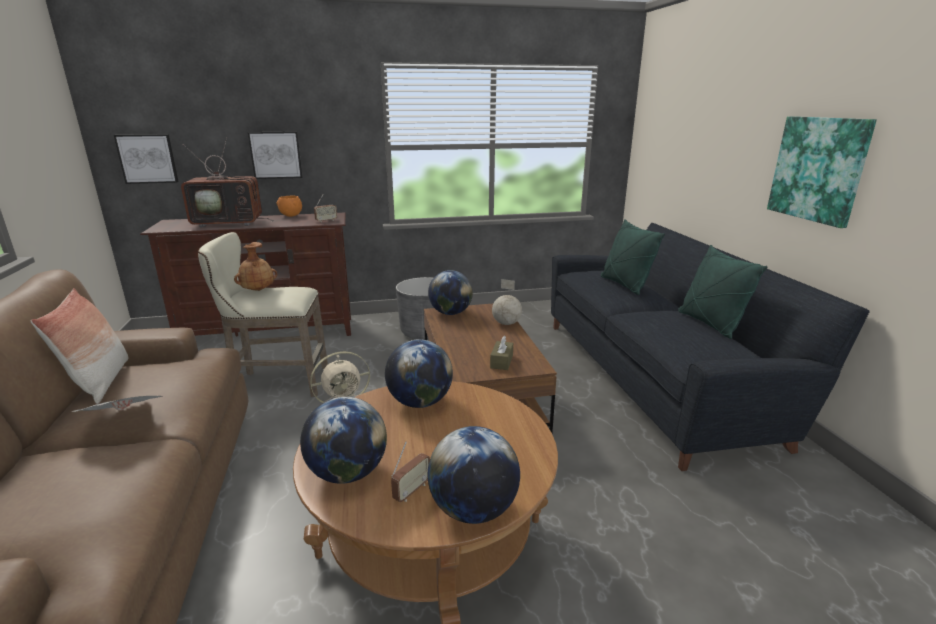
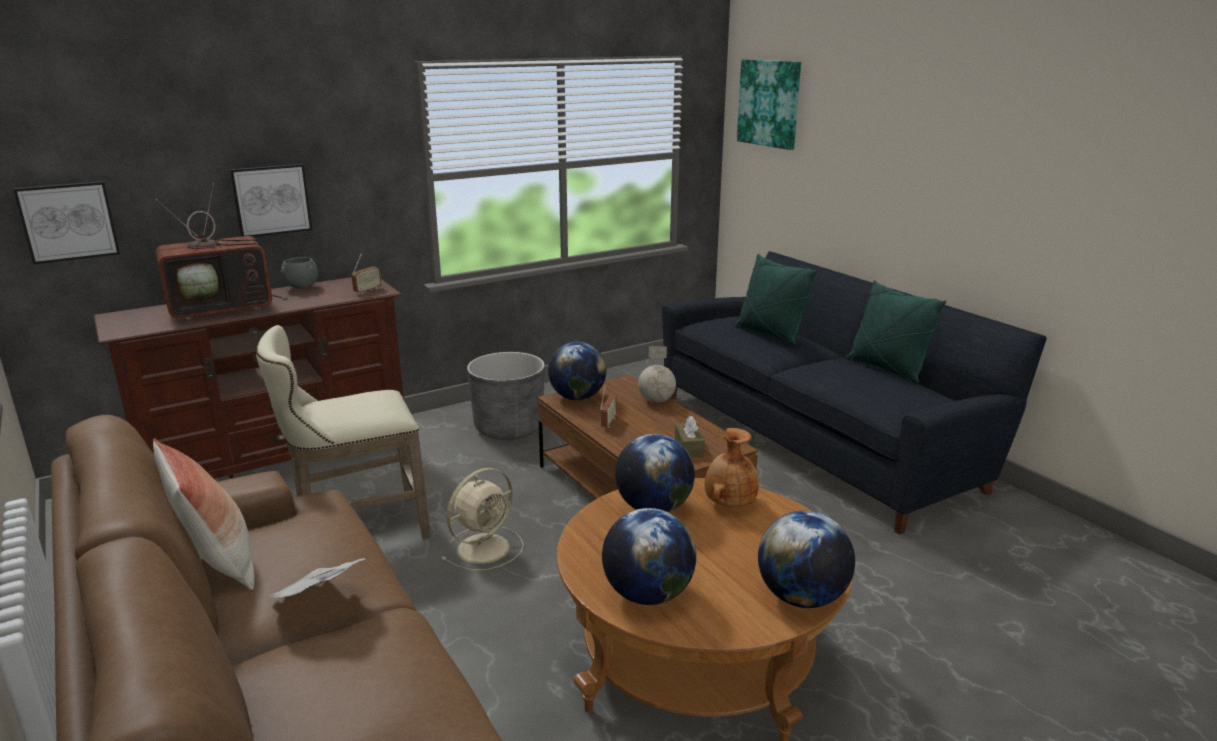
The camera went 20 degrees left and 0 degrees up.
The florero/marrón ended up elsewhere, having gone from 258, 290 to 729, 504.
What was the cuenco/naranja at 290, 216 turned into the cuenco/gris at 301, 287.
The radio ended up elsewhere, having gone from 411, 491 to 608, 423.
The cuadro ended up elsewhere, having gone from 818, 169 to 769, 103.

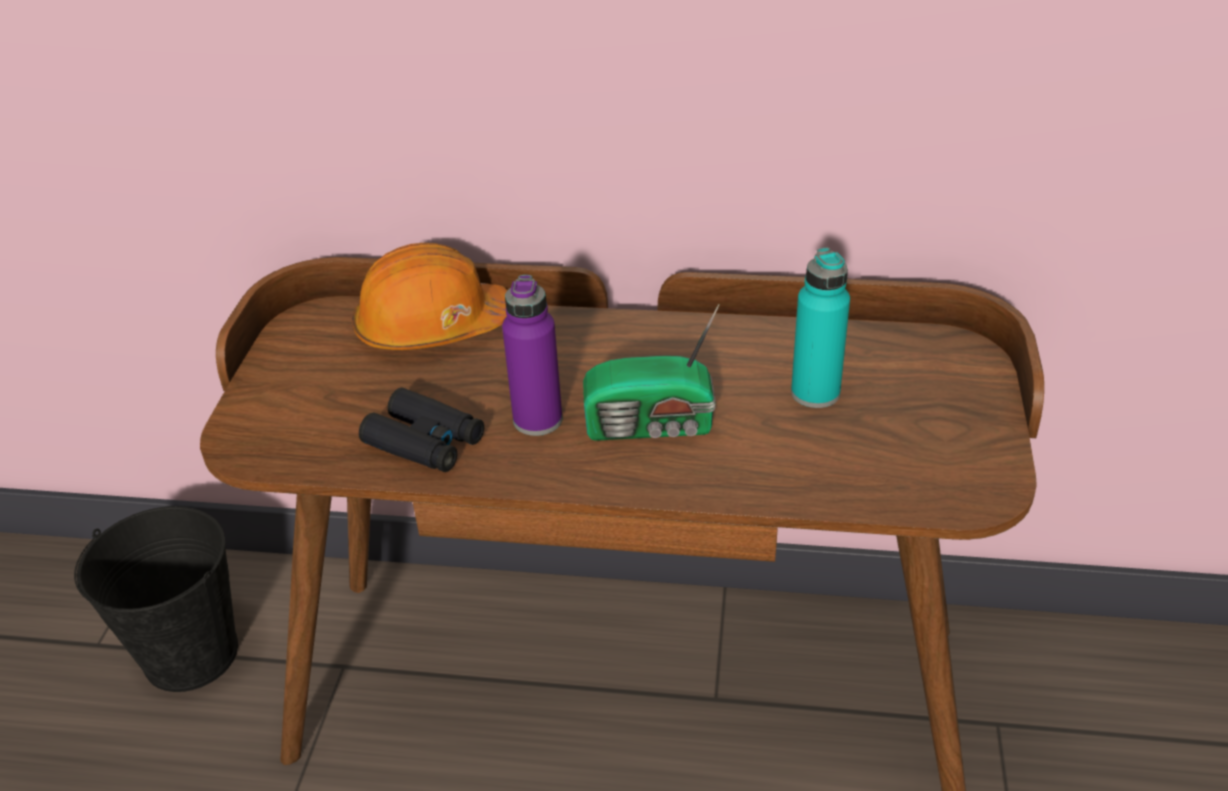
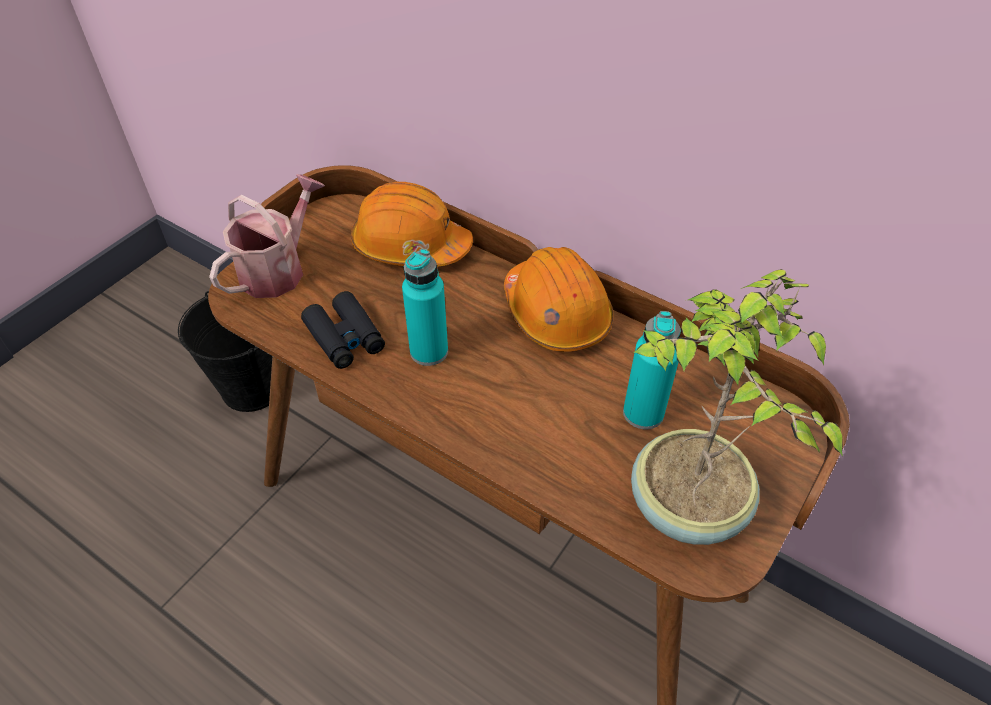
The camera went 25 degrees right and 10 degrees up.
What was the botella/morado at 537, 420 turned into the botella/turquesa at 429, 351.
The second view lost the radio at 653, 426.
The second view gained the regadera at 278, 269.
The second view gained the casco/naranja at 556, 314.
The second view gained the planta en maceta at 685, 508.

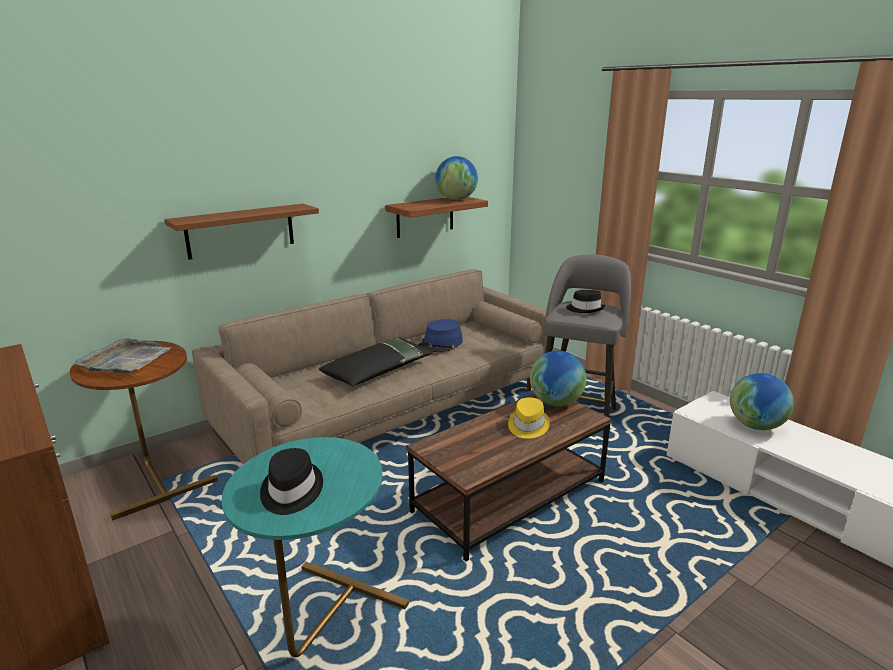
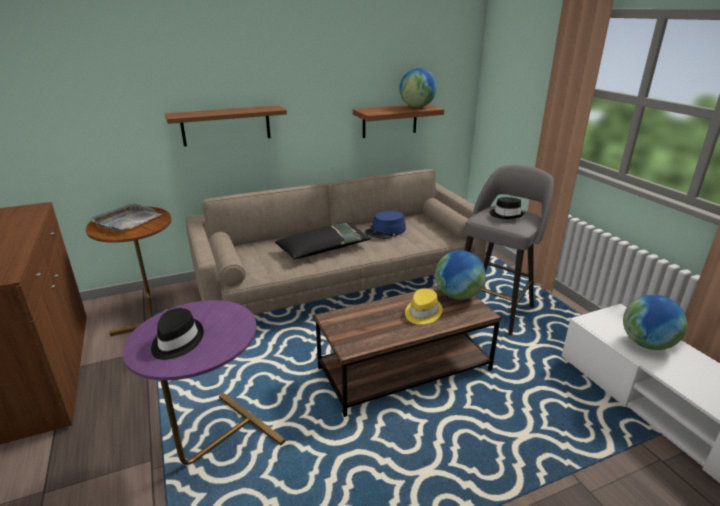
The camera went 15 degrees right and 5 degrees up.
What was the mesa auxiliar/turquesa at 321, 626 turned into the mesa auxiliar/morado at 215, 445.

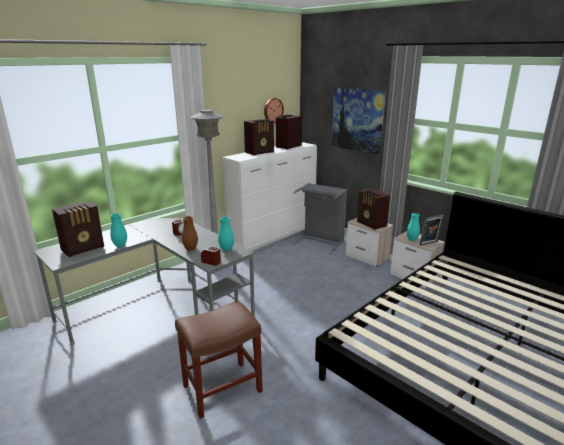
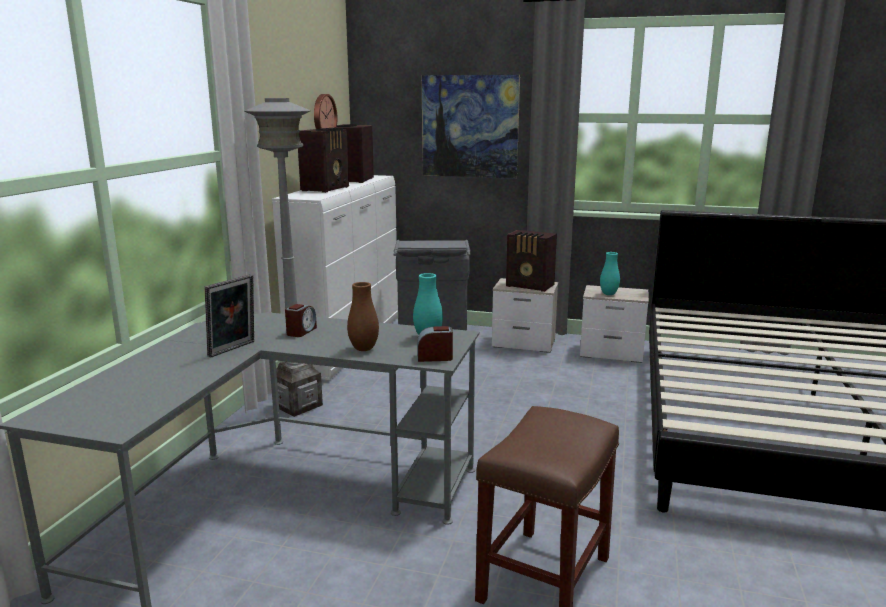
The camera went 30 degrees left and 5 degrees down.
The second view lost the radio at 84, 248.
The second view lost the florero/turquesa at 120, 245.
The portarretratos ended up elsewhere, having gone from 429, 244 to 234, 349.

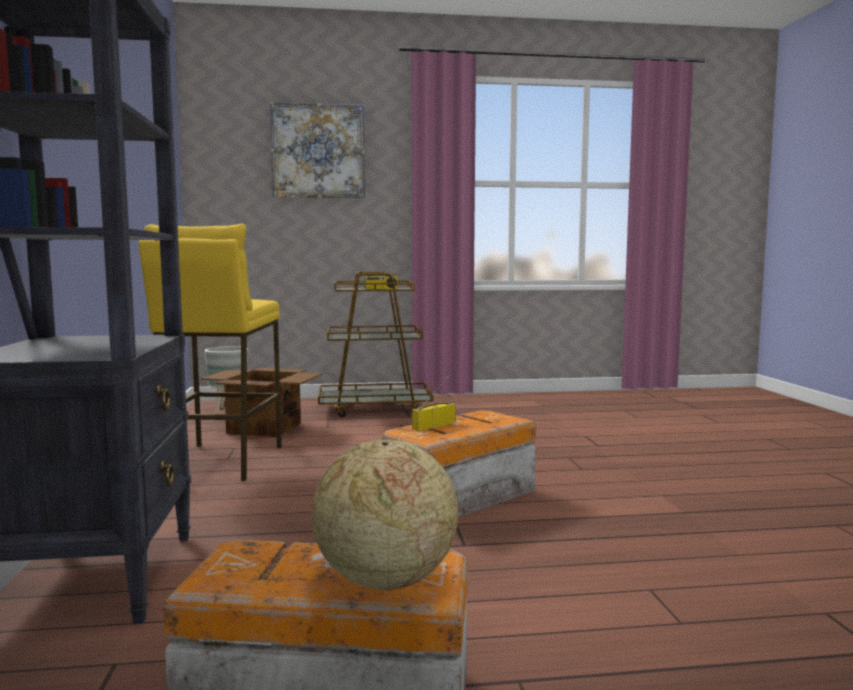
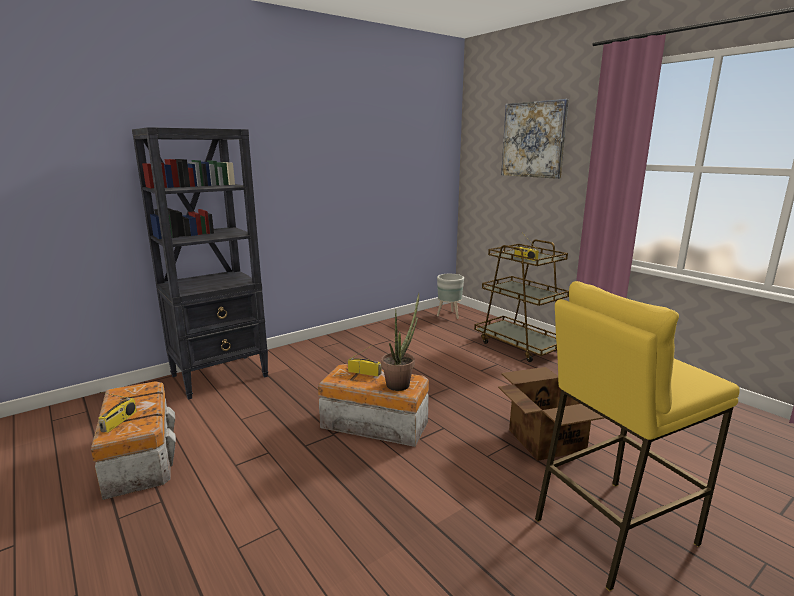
The camera went 60 degrees right and 10 degrees up.
The taburete/amarillo ended up elsewhere, having gone from 219, 462 to 612, 530.
The caja de cartón ended up elsewhere, having gone from 263, 428 to 546, 439.
Where the globo terráqueo stood at 385, 581, the radio came to stand at 119, 422.
The second view gained the planta en maceta at 400, 383.

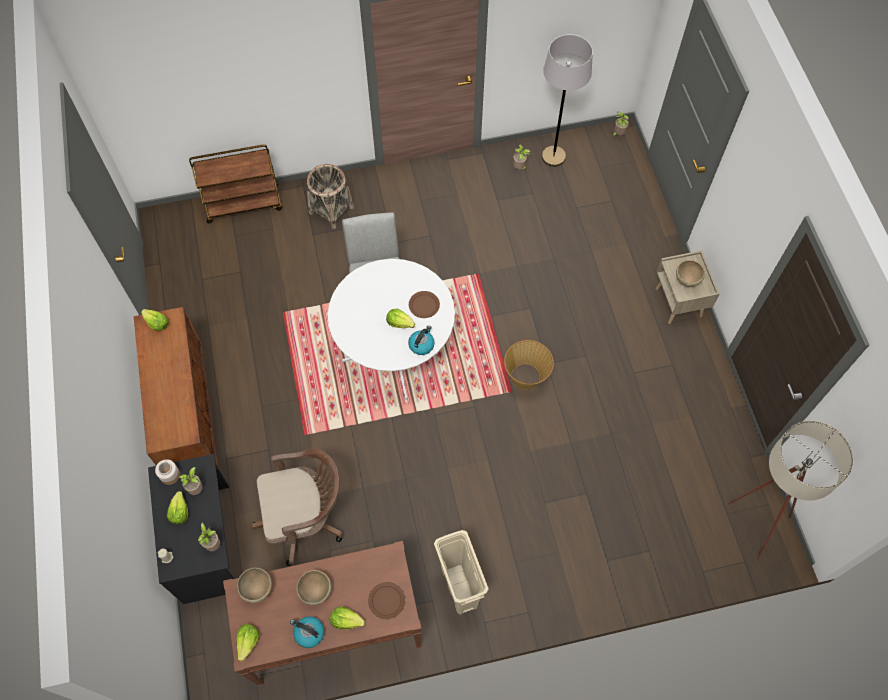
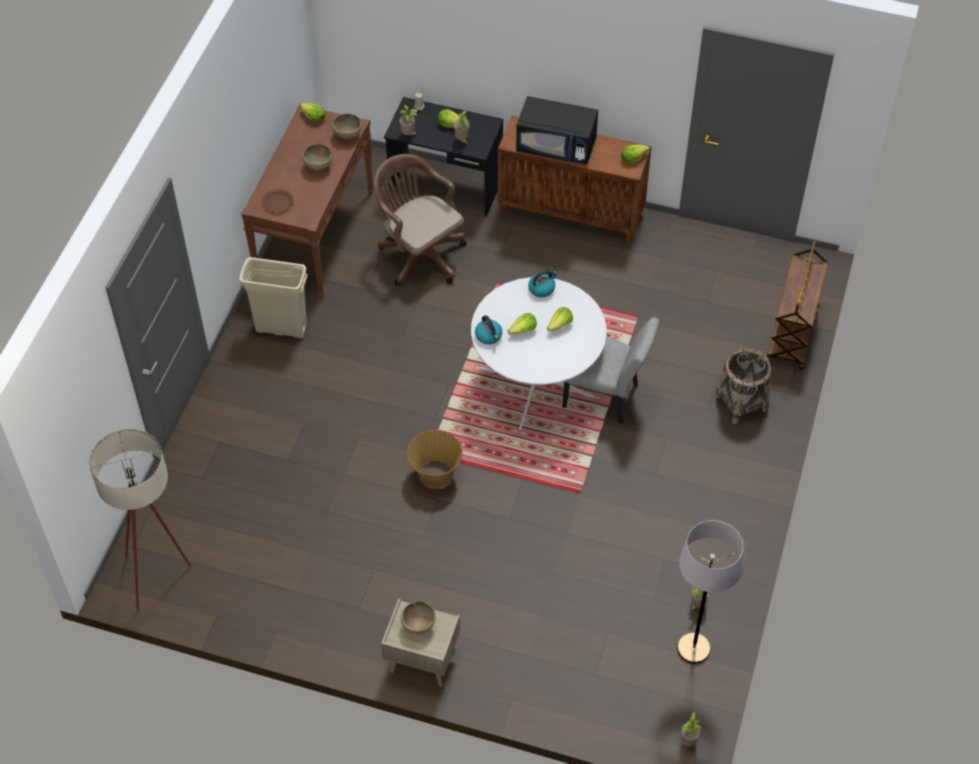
The camera went 120 degrees right and 10 degrees down.
The second view lost the tarro at 169, 475.
The silla de oficina/marrón at 305, 518 ended up facing another way, 120 degrees clockwise from before.
The hervidor ended up elsewhere, having gone from 309, 633 to 542, 288.
The lechuga ended up elsewhere, having gone from 346, 620 to 560, 325.
The second view lost the plato/marrón at 424, 305.
The second view gained the microondas/negro at 557, 146.

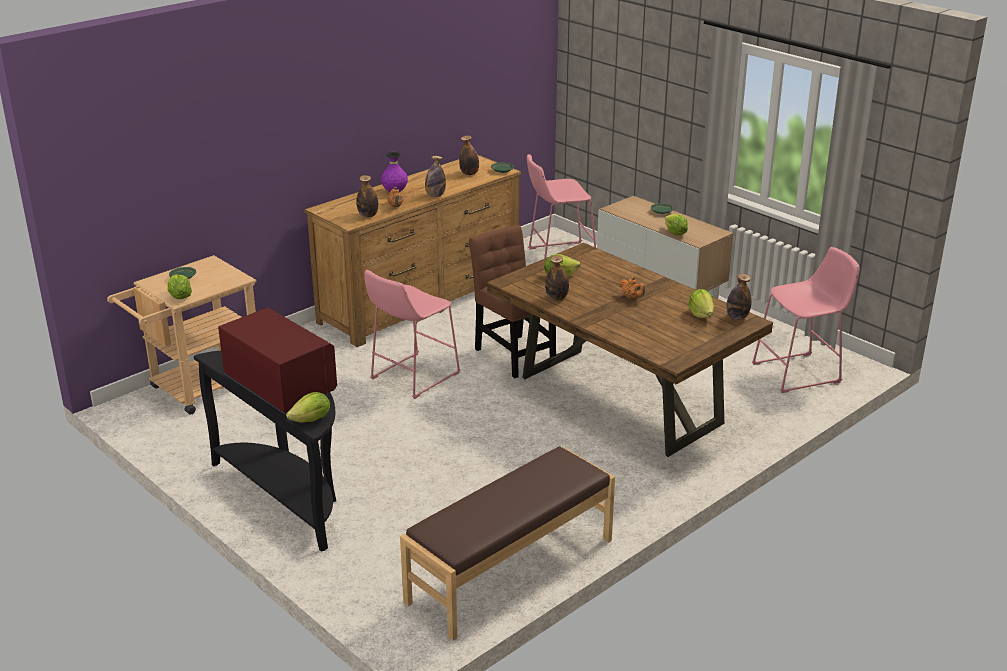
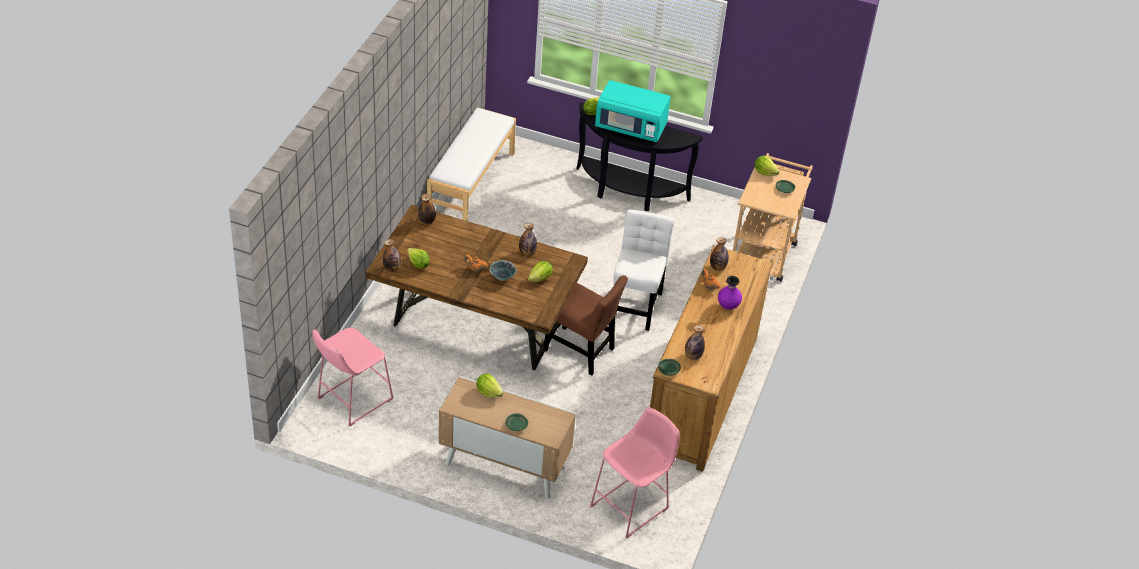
The camera went 150 degrees right and 15 degrees up.
What was the microondas/rojo at 279, 387 turned into the microondas/turquesa at 631, 127.
Where the taburete/rosa stood at 411, 377, the silla/blanco came to stand at 636, 304.
What was the banco/marrón at 512, 571 turned into the banco/blanco at 470, 184.
The botella ended up elsewhere, having gone from 435, 195 to 427, 221.
The second view gained the cuenco at 502, 277.

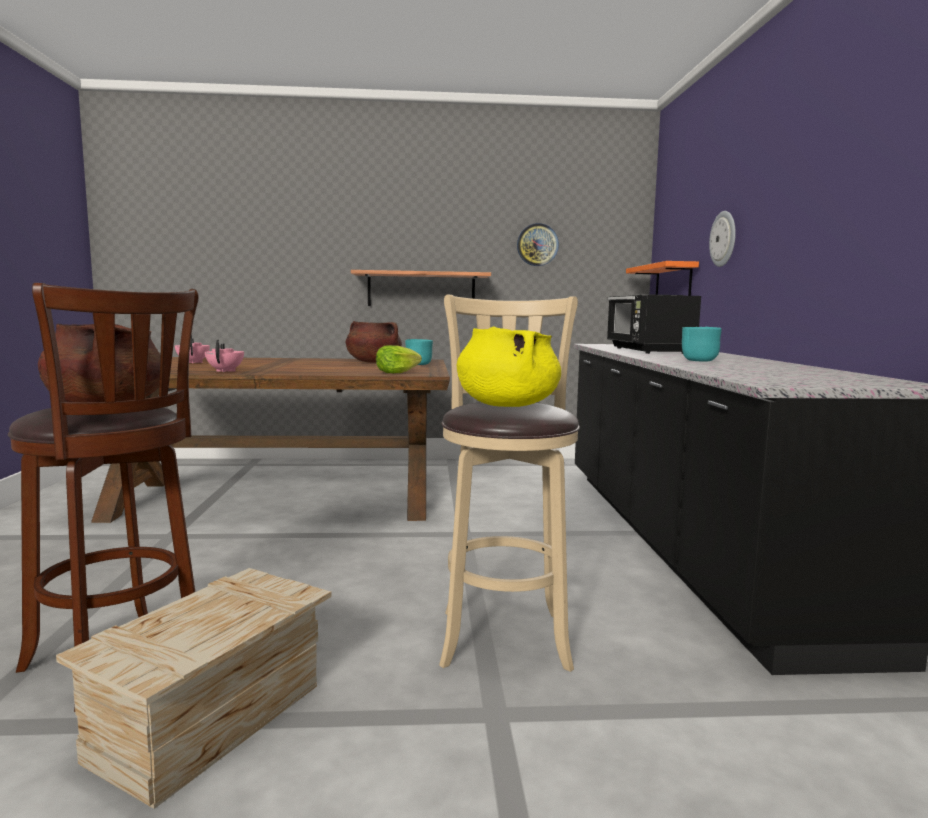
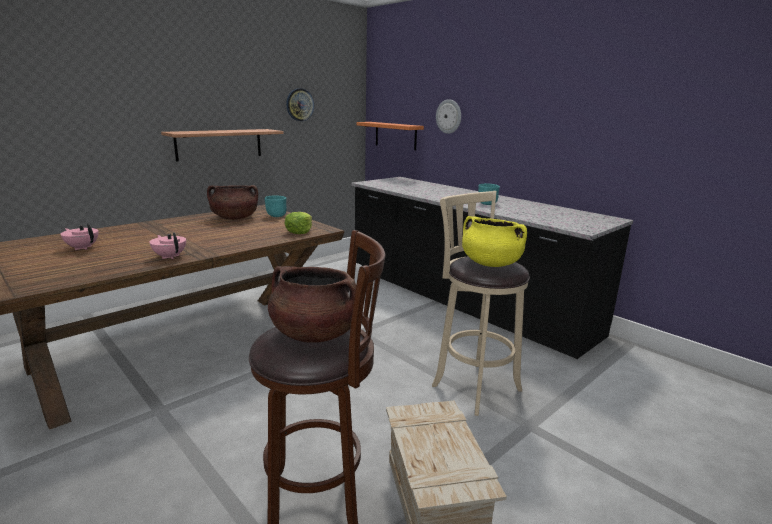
The camera went 40 degrees left and 10 degrees up.
The second view lost the microondas/negro at 648, 351.

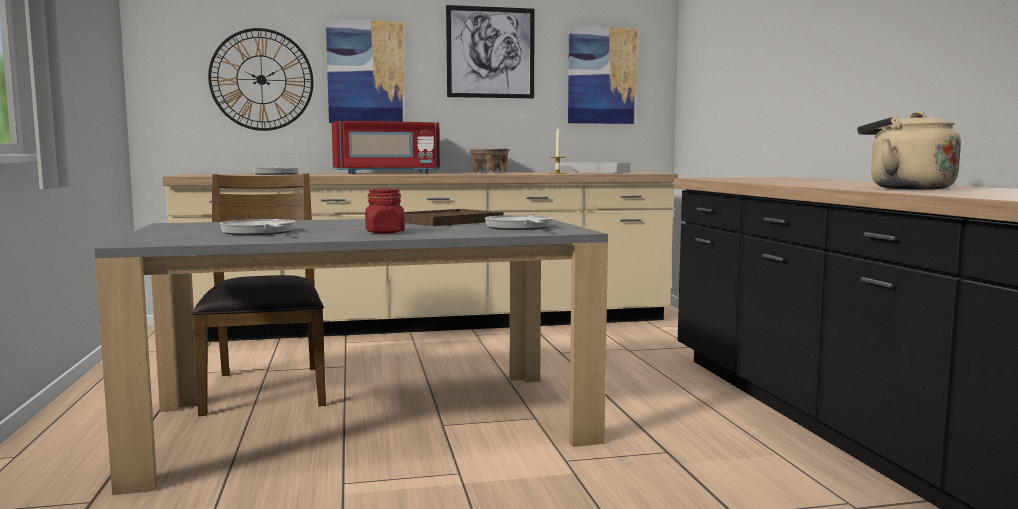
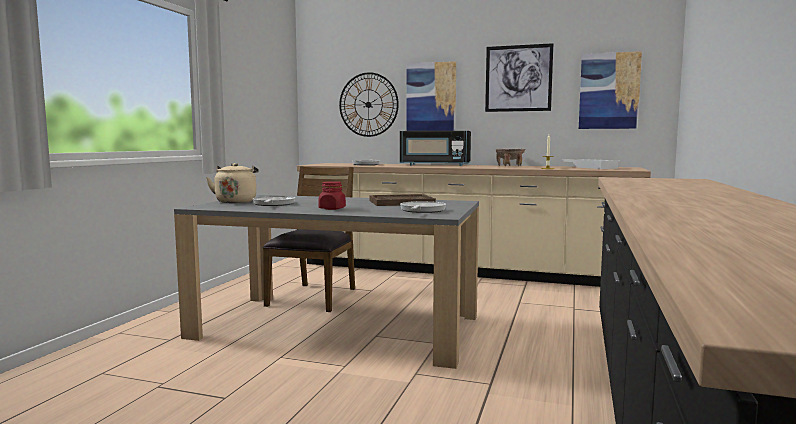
The camera went 30 degrees right and 0 degrees up.
What was the microondas/rojo at 386, 173 turned into the microondas/negro at 435, 165.
The hervidor/beis ended up elsewhere, having gone from 905, 188 to 236, 201.

